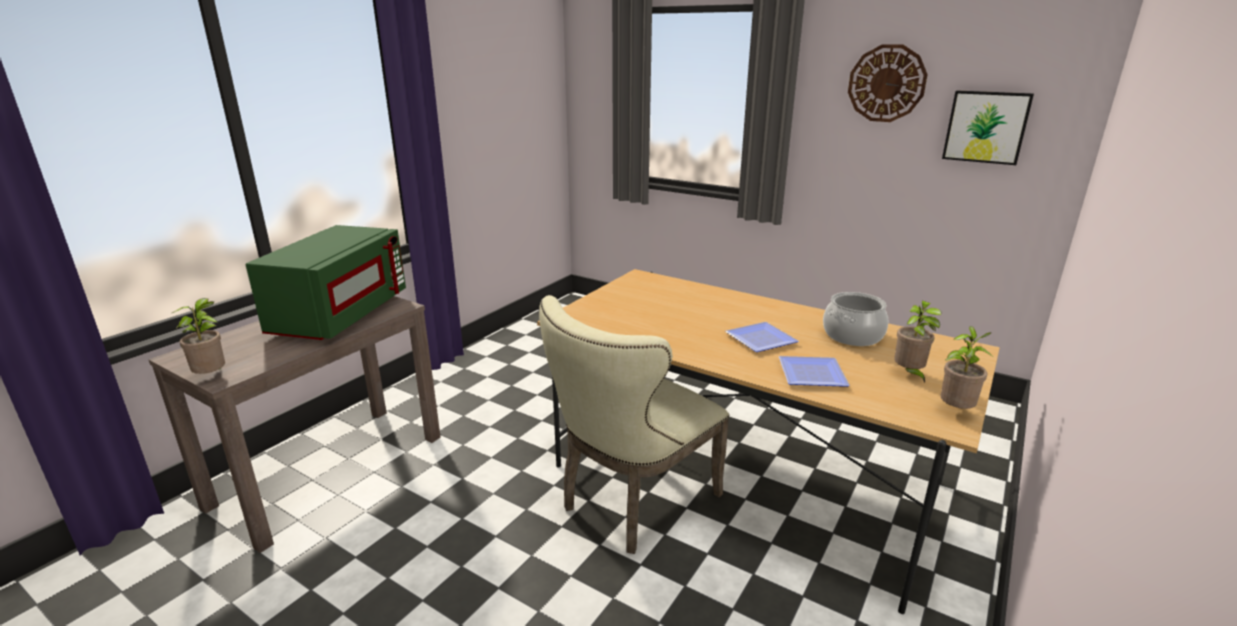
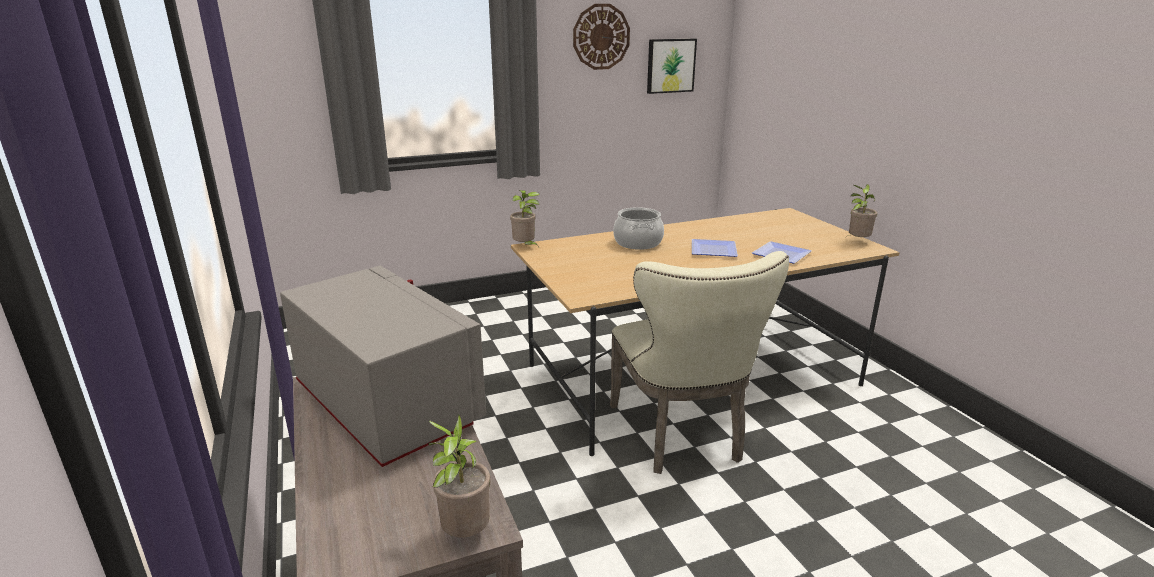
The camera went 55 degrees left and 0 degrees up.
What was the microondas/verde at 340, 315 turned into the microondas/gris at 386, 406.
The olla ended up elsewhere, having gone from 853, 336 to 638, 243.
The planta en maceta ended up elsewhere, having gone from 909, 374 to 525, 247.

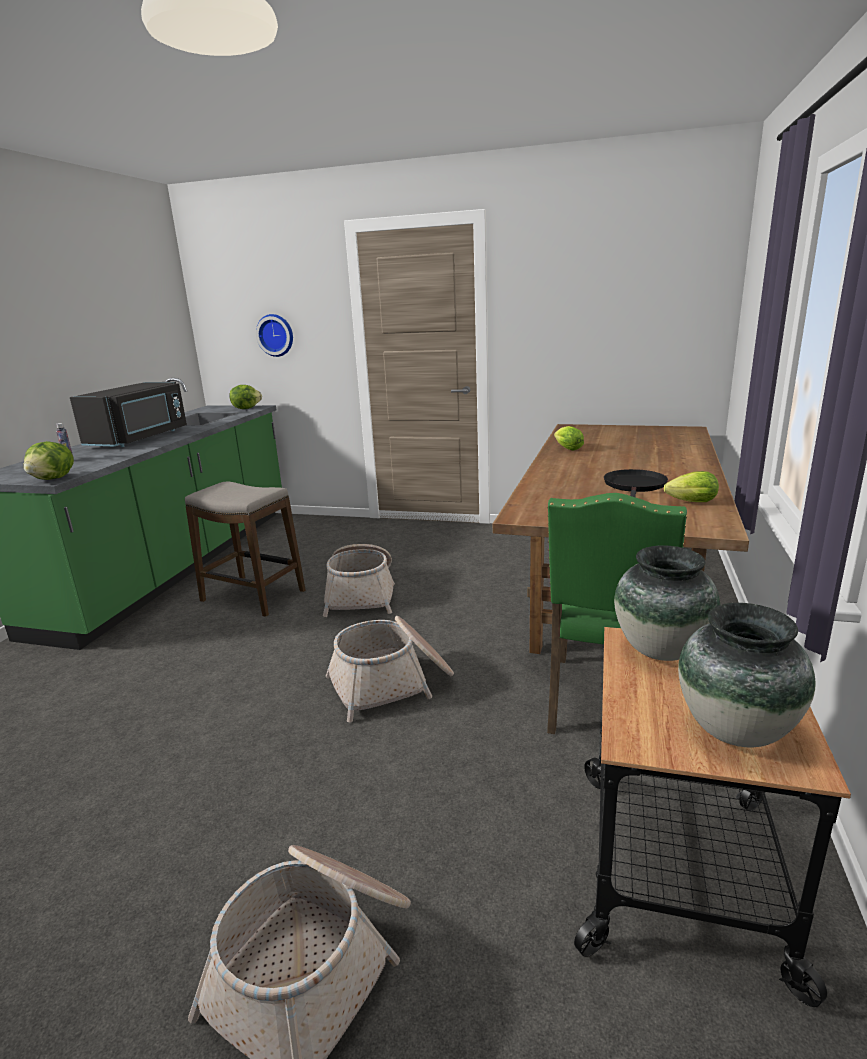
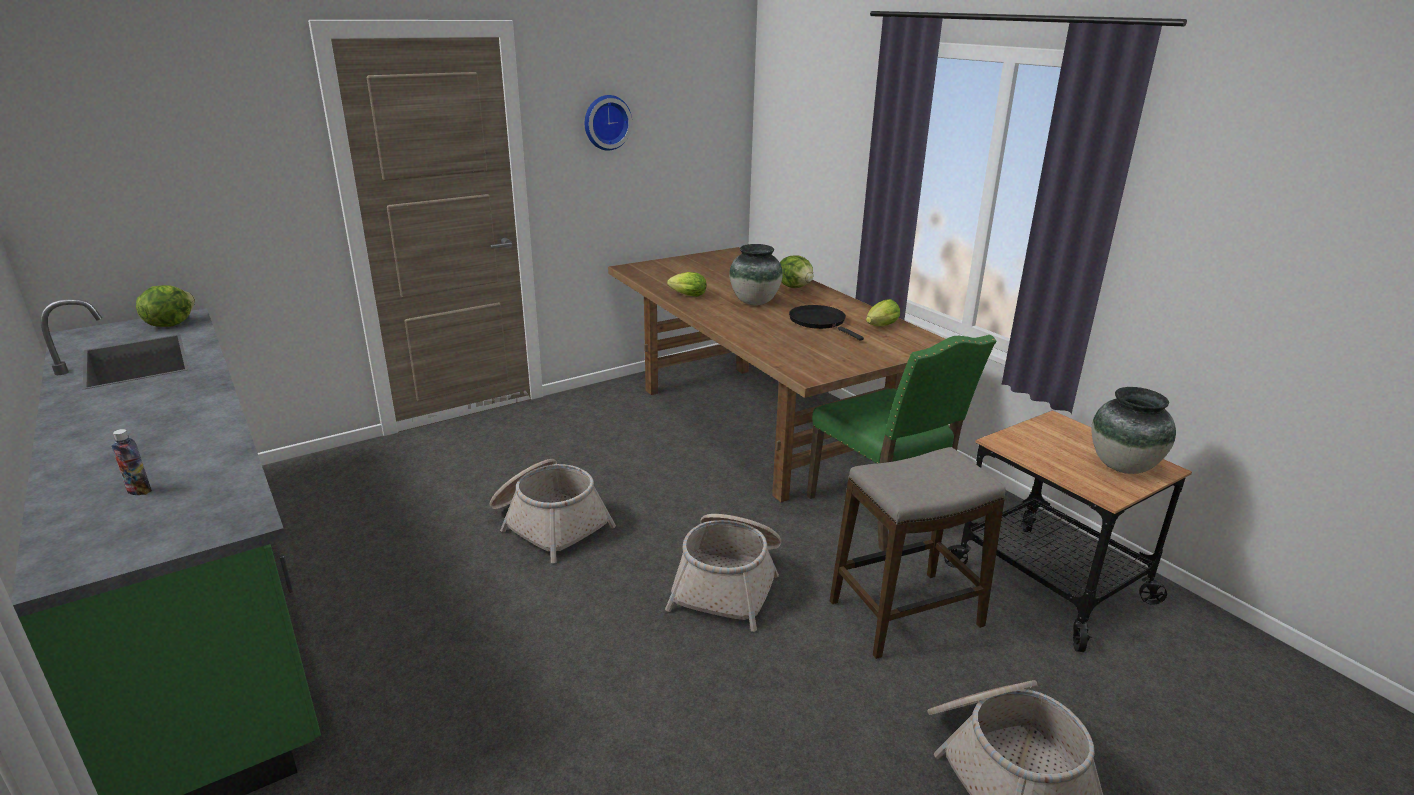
The camera went 50 degrees left and 5 degrees up.
The lechuga ended up elsewhere, having gone from 54, 479 to 795, 286.
The second view lost the microondas/negro at 141, 438.
The taburete ended up elsewhere, having gone from 253, 596 to 905, 614.
The reloj de pared ended up elsewhere, having gone from 276, 335 to 606, 122.
The florero ended up elsewhere, having gone from 661, 651 to 755, 302.

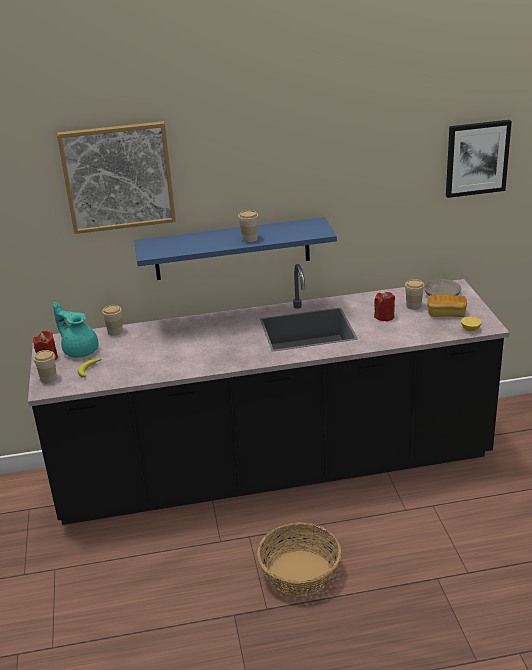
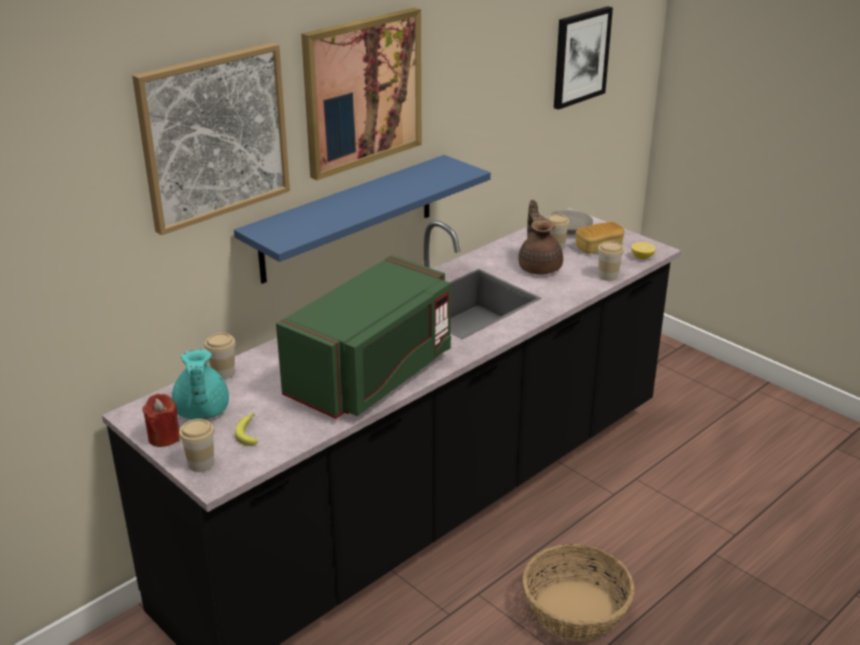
The camera went 35 degrees left and 0 degrees up.
The tetera/turquesa at 80, 350 ended up facing another way, 105 degrees counterclockwise from before.
The taza ended up elsewhere, having gone from 249, 239 to 608, 276.
Where the vela/rojo stood at 384, 317, the tetera/marrón came to stand at 539, 267.
The second view gained the microondas/verde at 372, 374.
The second view gained the cuadro at 362, 91.

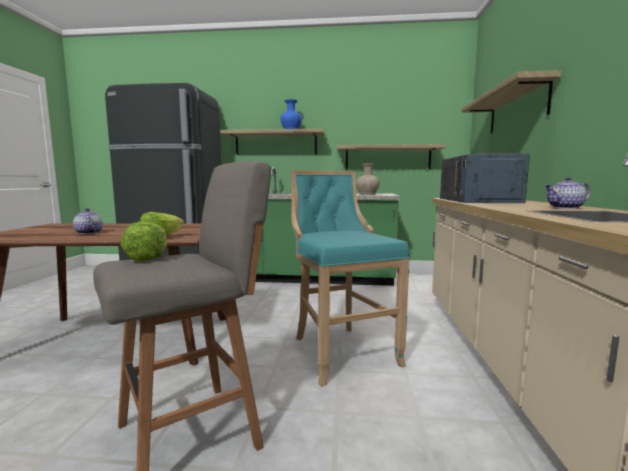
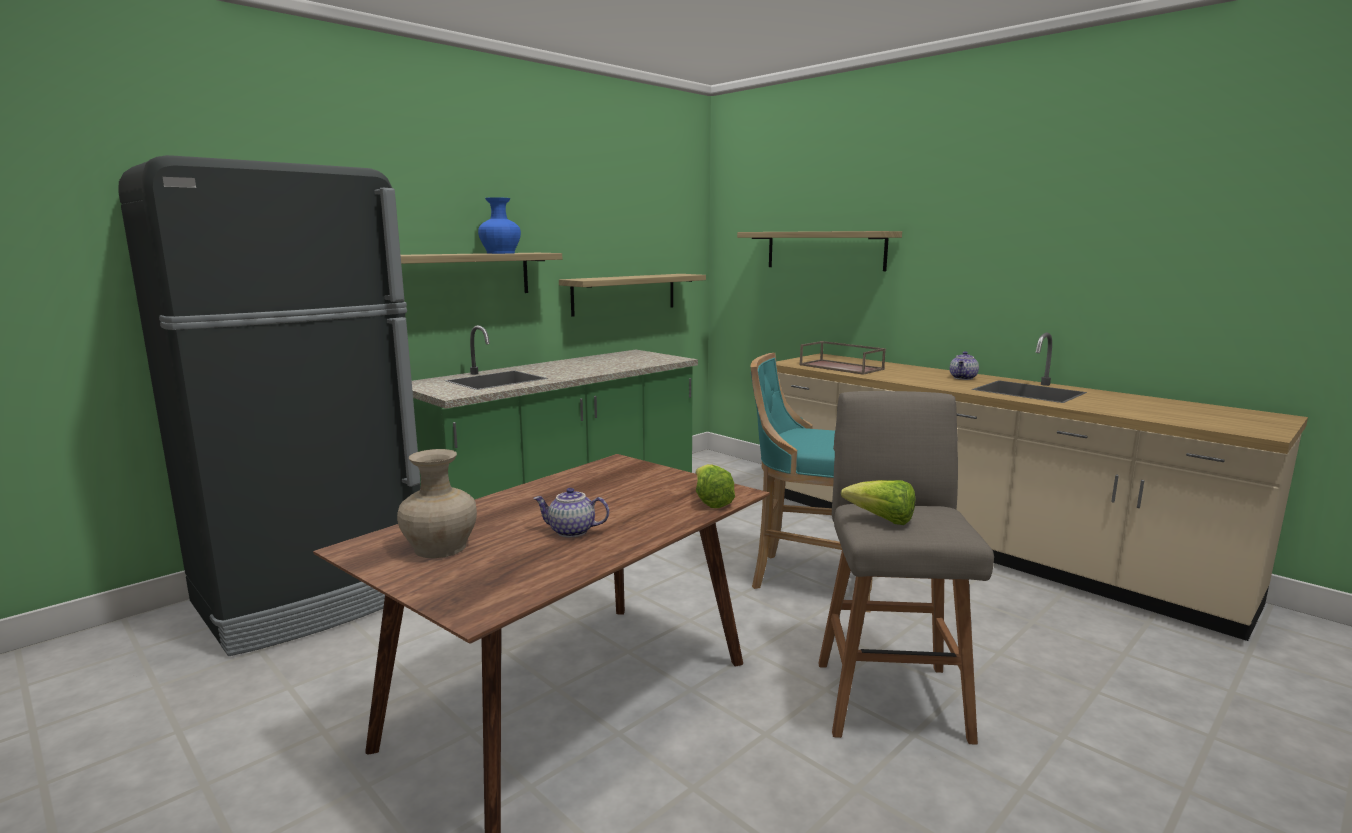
The camera went 50 degrees left and 5 degrees up.
The florero/beis ended up elsewhere, having gone from 367, 194 to 441, 547.
Where the microondas/azul stood at 477, 200, the bandeja/marrón came to stand at 842, 367.

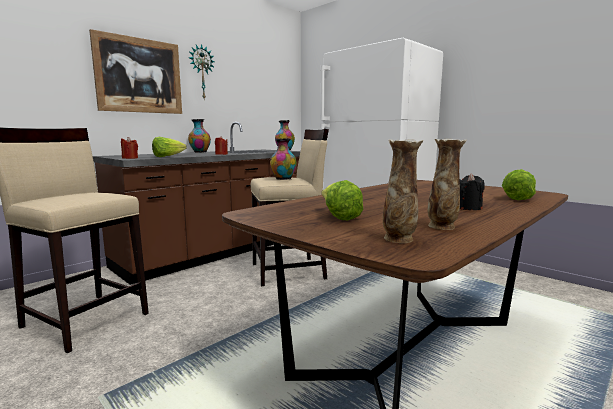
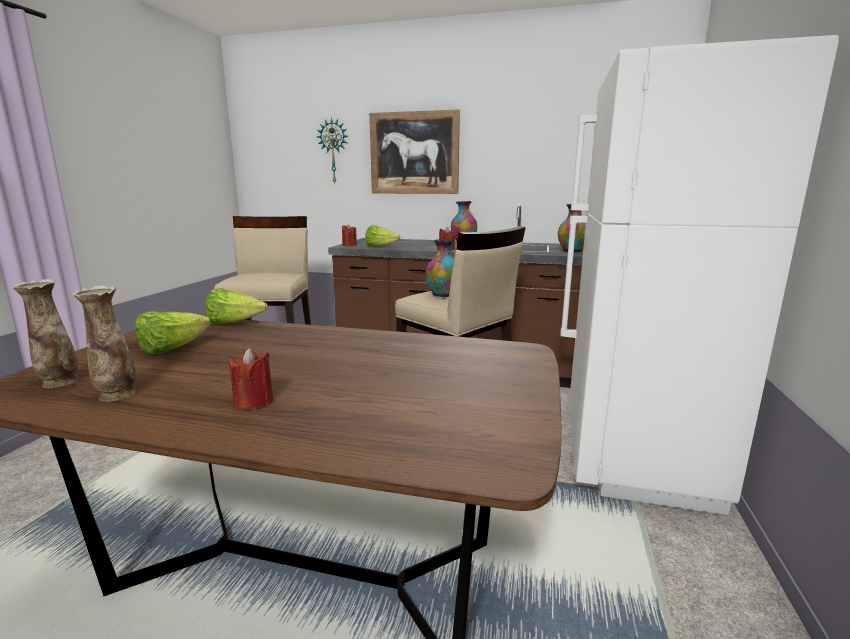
The camera went 60 degrees right and 5 degrees up.
The reloj de pared ended up elsewhere, having gone from 201, 72 to 334, 151.
What was the vela/negro at 469, 208 turned into the vela/rojo at 254, 401.
The lechuga ended up elsewhere, having gone from 518, 198 to 234, 323.

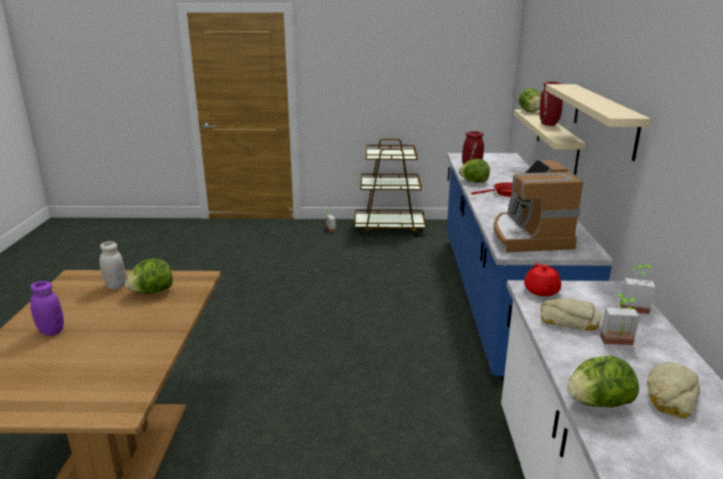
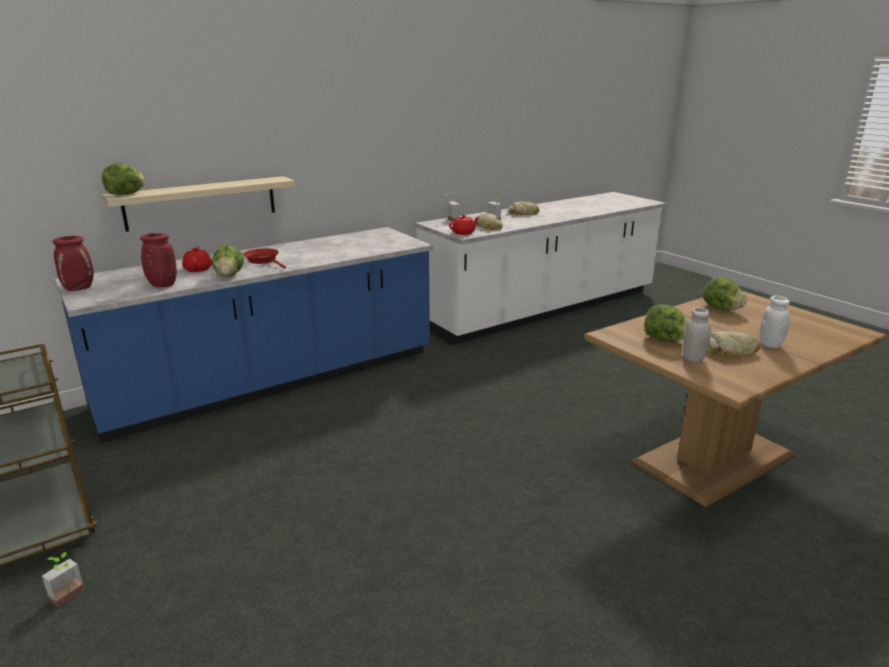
The camera went 125 degrees left and 0 degrees up.
What was the tarro/morado at 51, 331 turned into the tarro/blanco at 770, 344.
The second view lost the cafetera at 528, 236.
The florero/rojo ended up elsewhere, having gone from 549, 125 to 79, 288.
The second view lost the estante/beis at 604, 119.
The lechuga ended up elsewhere, having gone from 598, 403 to 721, 309.
The second view gained the tetera/rojo at 198, 269.
The second view gained the pan at 730, 351.

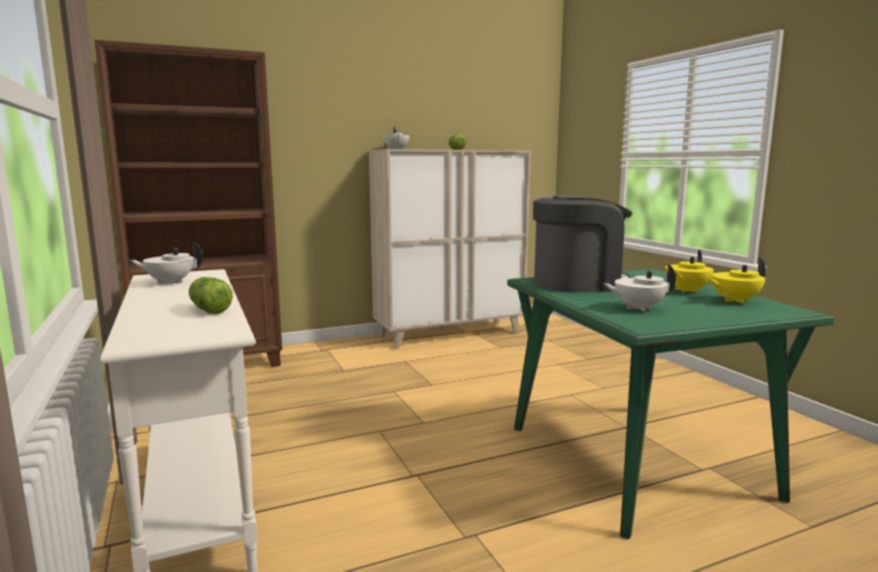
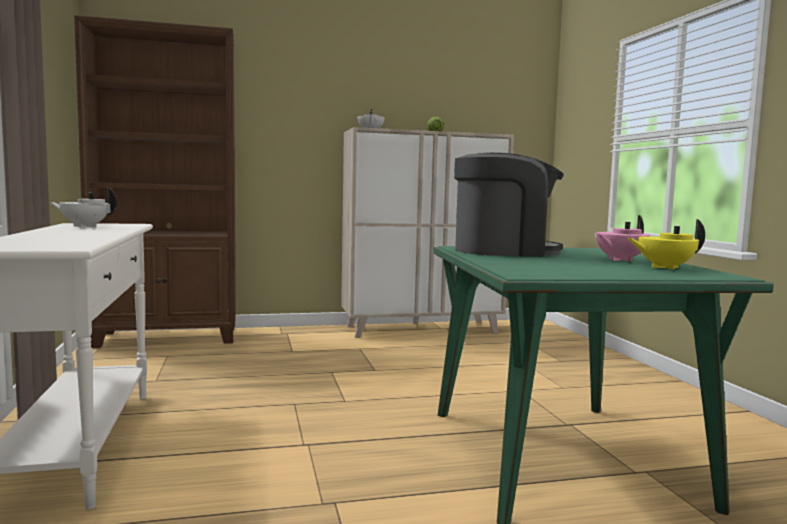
The camera went 10 degrees right and 5 degrees down.
The second view lost the lechuga at 209, 309.
The second view lost the tetera/blanco at 638, 308.
What was the tetera/amarillo at 686, 291 turned into the tetera/rosa at 619, 260.

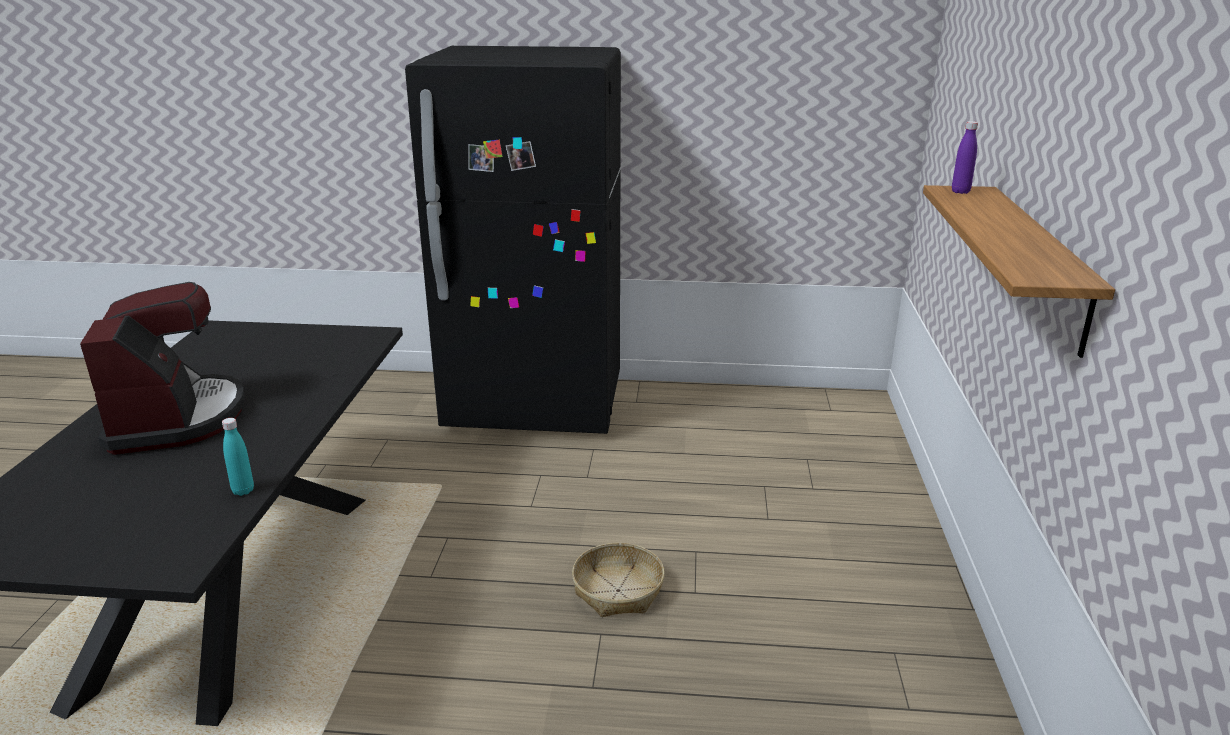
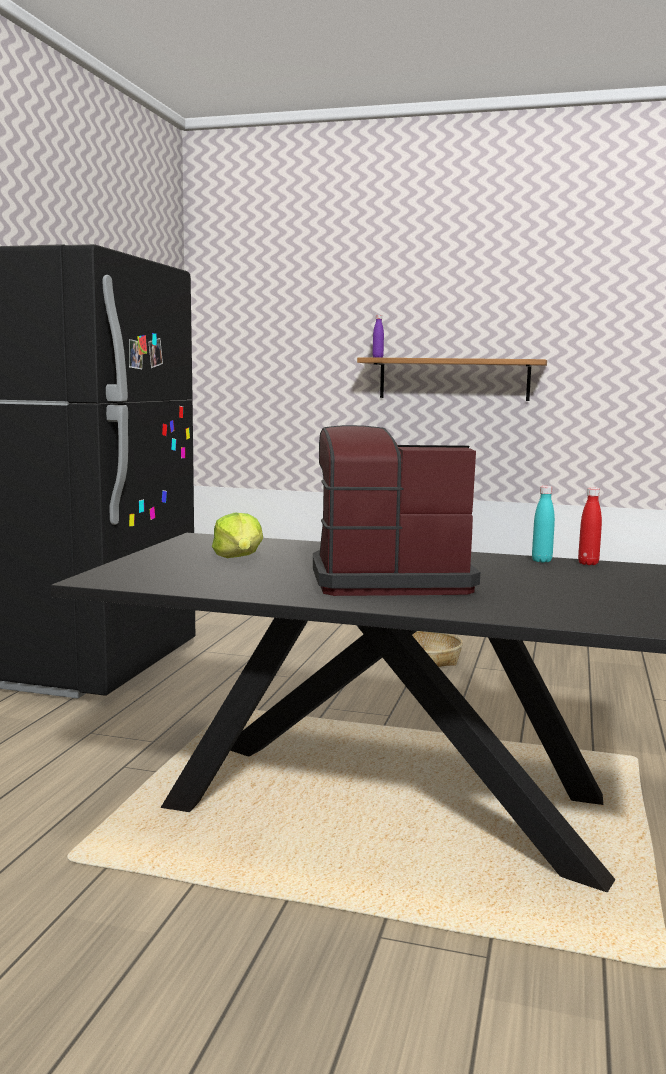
The camera went 80 degrees left and 15 degrees down.
The second view gained the lechuga at 239, 558.
The second view gained the botella/rojo at 588, 563.

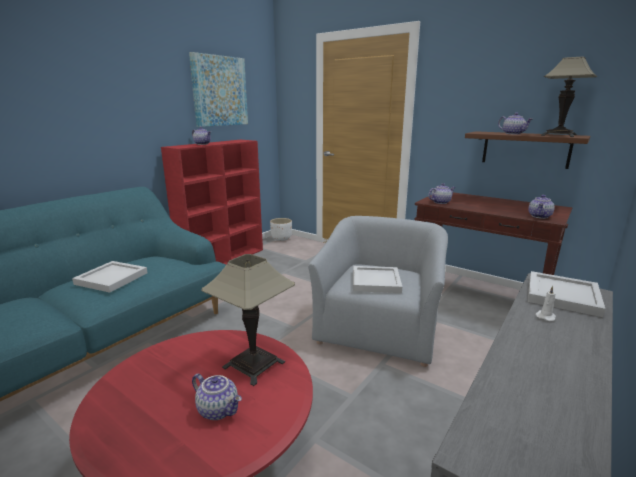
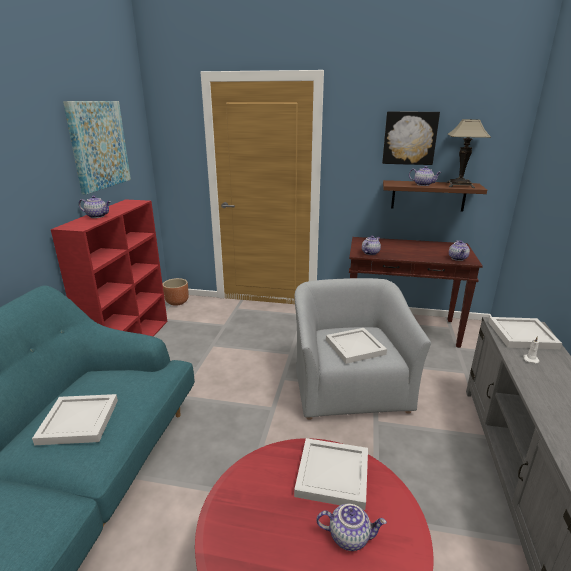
The camera went 25 degrees left and 5 degrees up.
Where the lámpara de mesa stood at 254, 365, the bandeja/blanco came to stand at 333, 475.
What was the maceta/blanco at 281, 238 turned into the maceta/marrón at 177, 302.
The second view gained the cuadro at 409, 138.

